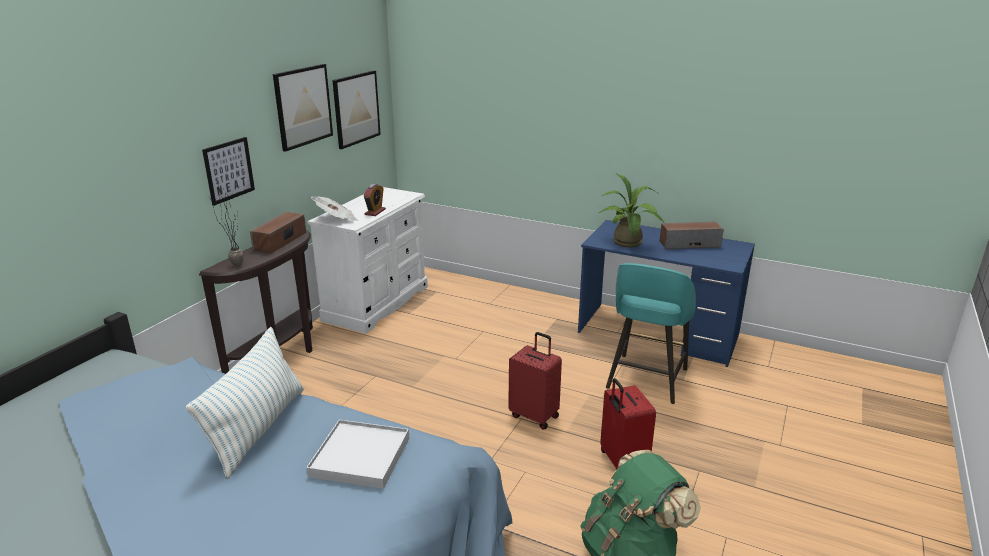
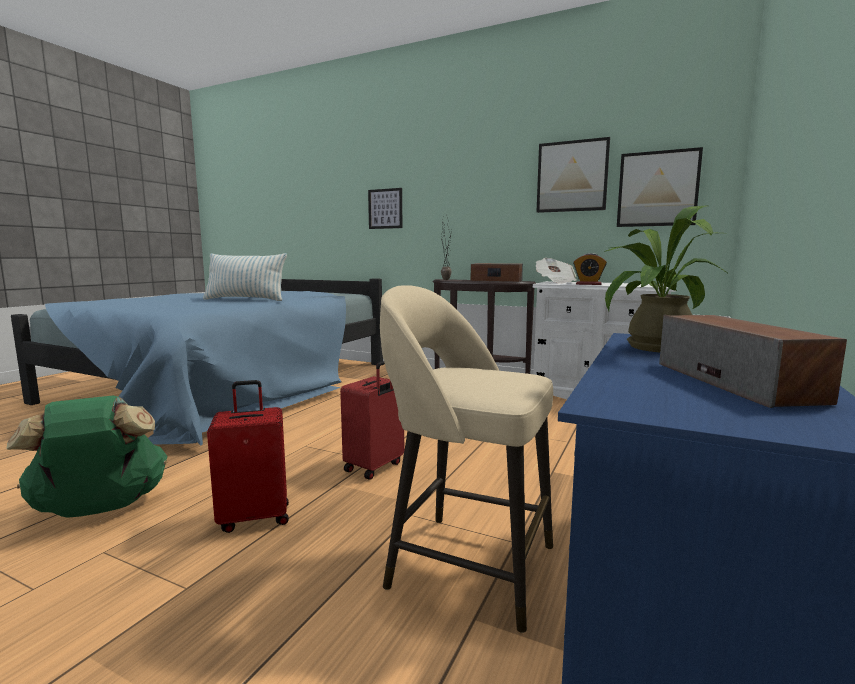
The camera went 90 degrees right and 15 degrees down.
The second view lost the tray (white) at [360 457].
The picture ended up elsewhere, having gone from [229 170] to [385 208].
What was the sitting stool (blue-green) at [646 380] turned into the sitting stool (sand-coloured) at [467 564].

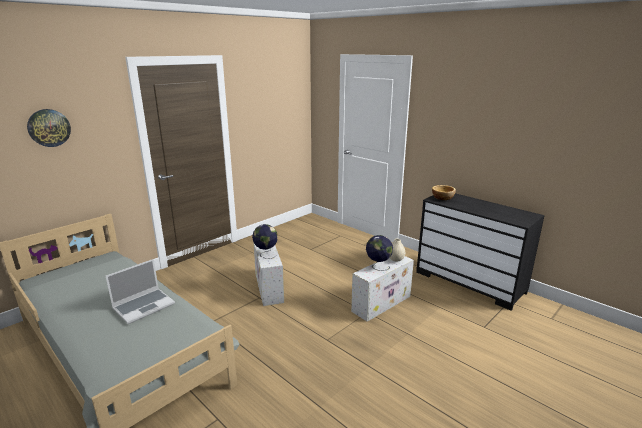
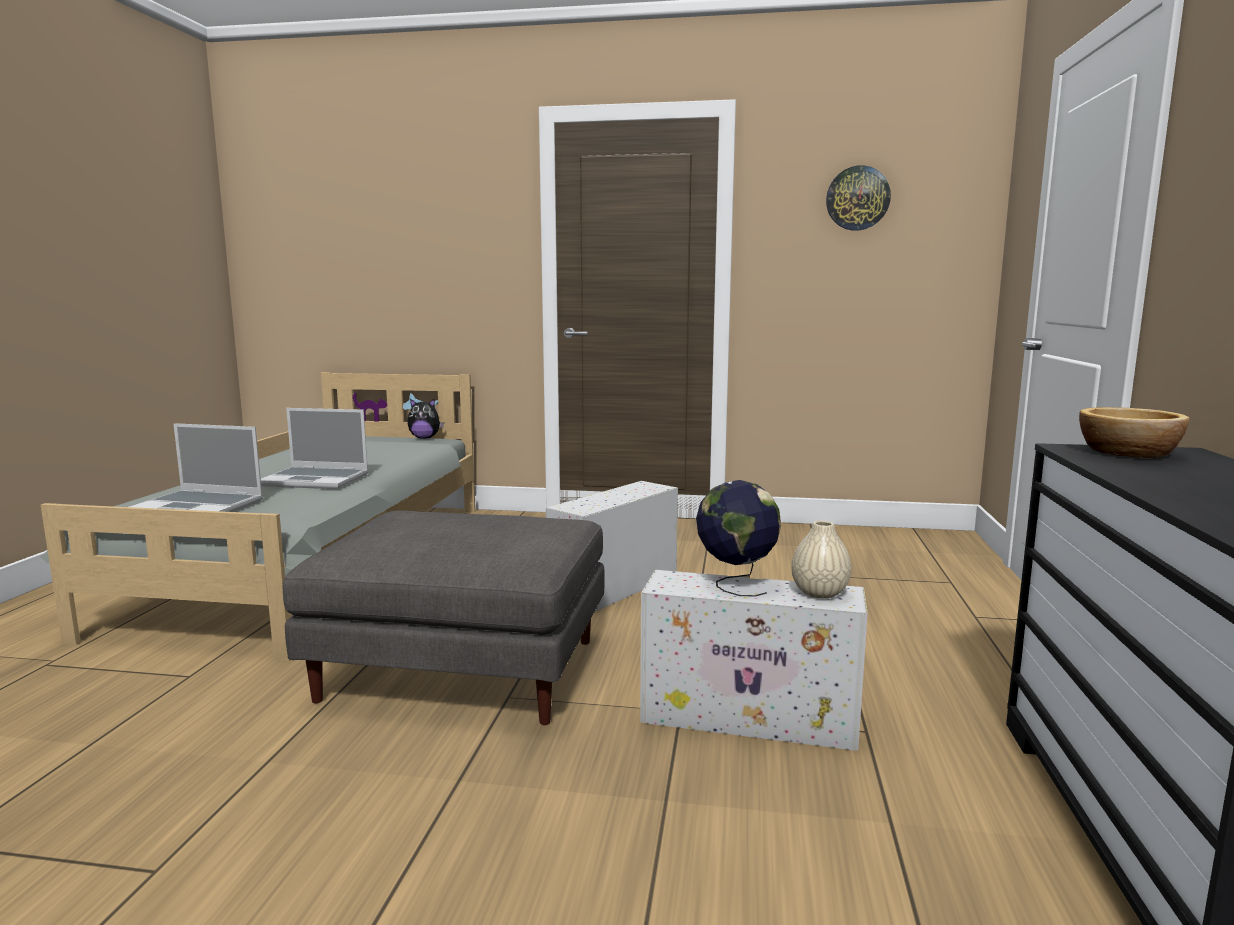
The camera went 55 degrees right and 10 degrees down.
The second view lost the world globe at [266 254].
The second view gained the portable computer at [201 507].
The second view gained the pouffe (greyish) at [466 669].
The second view gained the plush toy at [425 438].
The clock on the wall ended up elsewhere, having gone from [49 128] to [857 198].

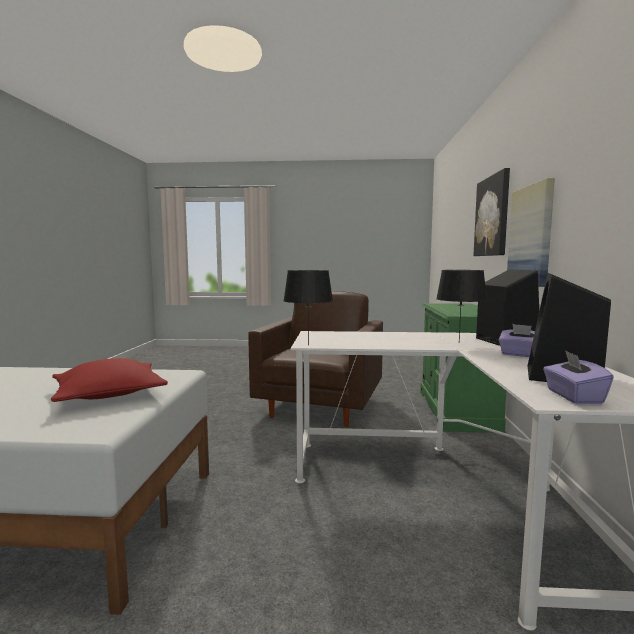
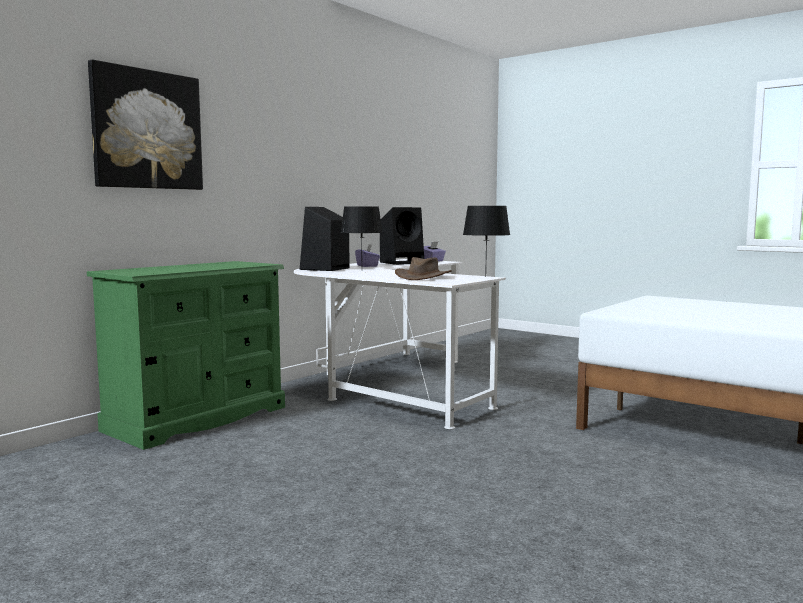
The camera went 145 degrees left and 0 degrees up.
The second view lost the throw pillow (red) at [109 394].
The second view lost the armchair (brownish) at [321 407].
The second view lost the picture at [531 235].
The second view gained the wearable hat (brownish) at [423 277].

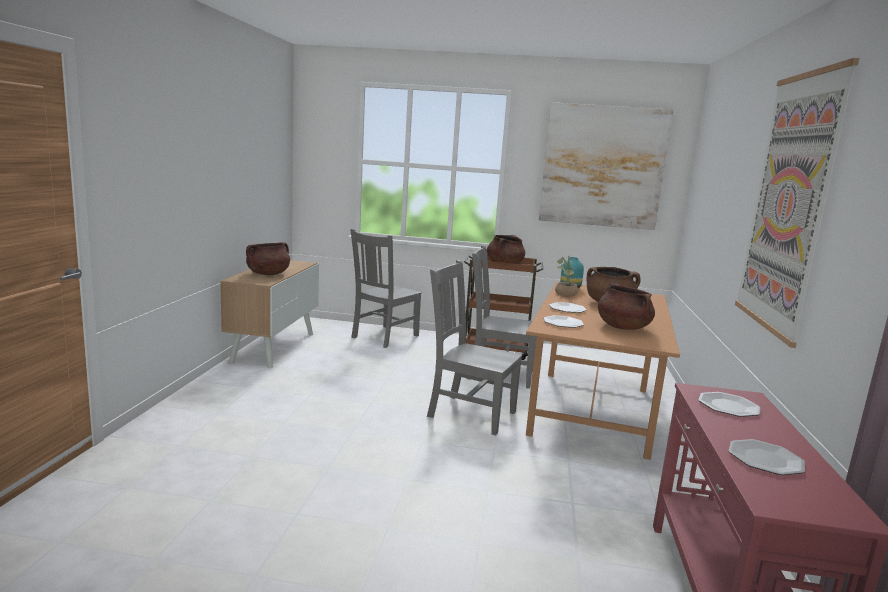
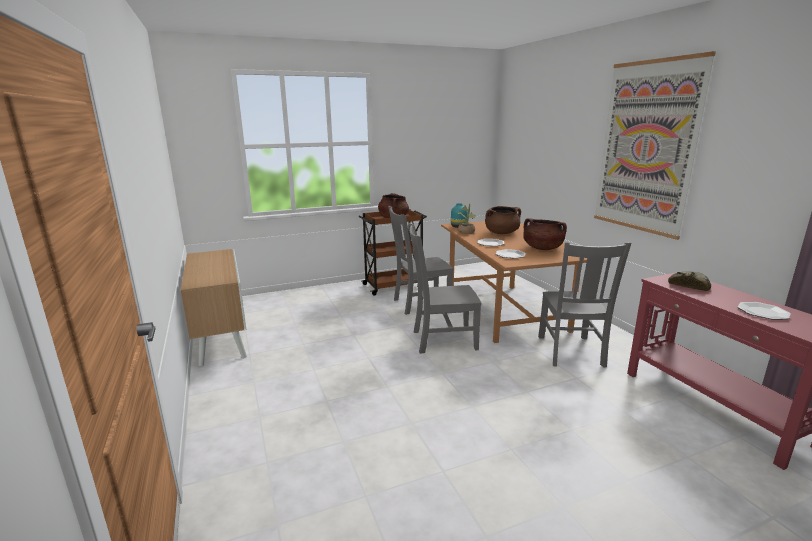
The camera went 30 degrees left and 5 degrees up.
The second view lost the saucepot (brownish) at [268 274].
The second view lost the picture at [603 166].
The upright chair (greyish) ended up elsewhere, having gone from [383 337] to [570 352].
Where the flat dish stood at [728 406], the baked bread came to stand at [688 285].

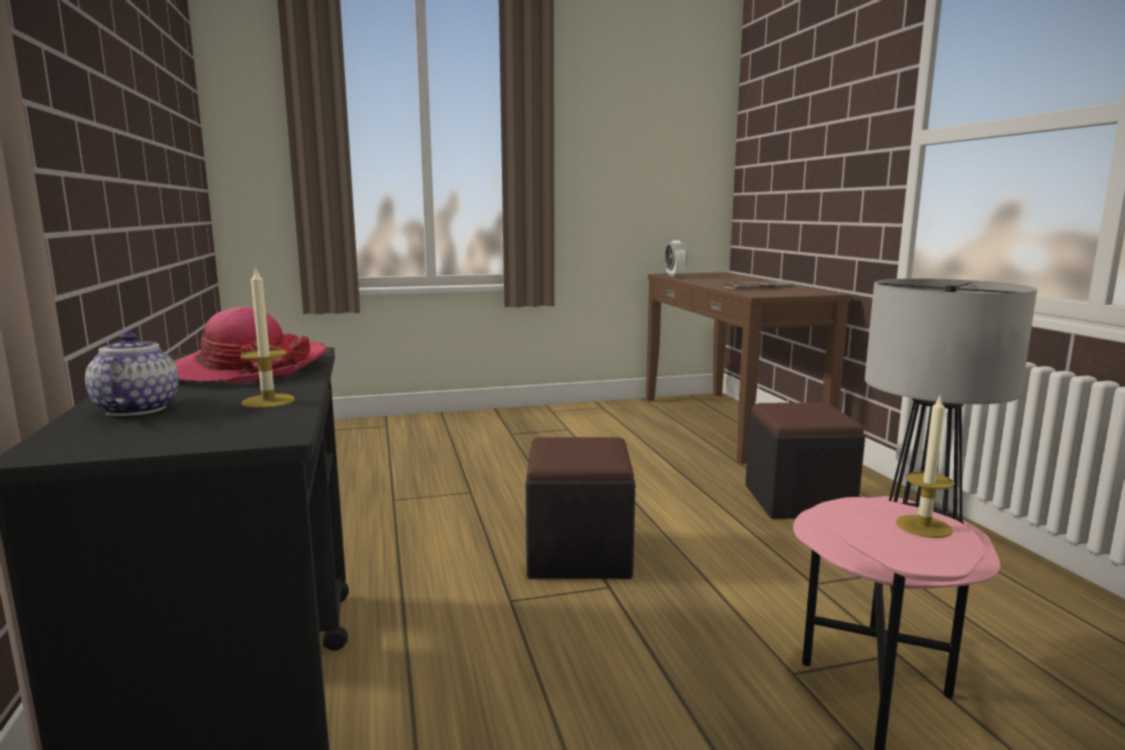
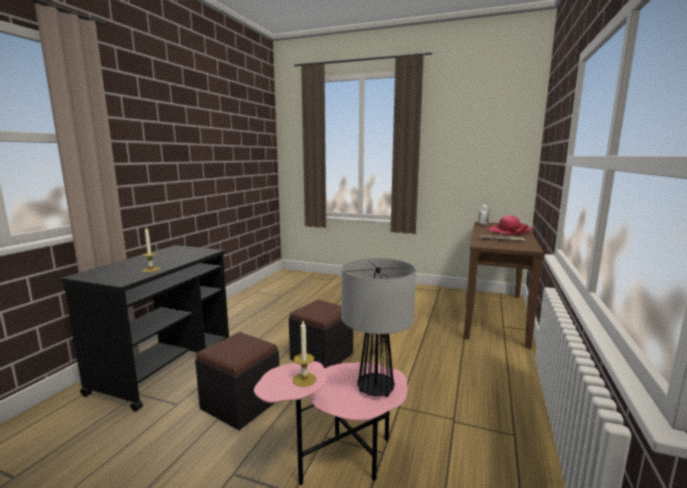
The camera went 35 degrees right and 0 degrees up.
The second view lost the teapot at [136 409].
The wearable hat ended up elsewhere, having gone from [247 368] to [508 231].
The pouffe (black-coloured) ended up elsewhere, having gone from [798 501] to [241 404].

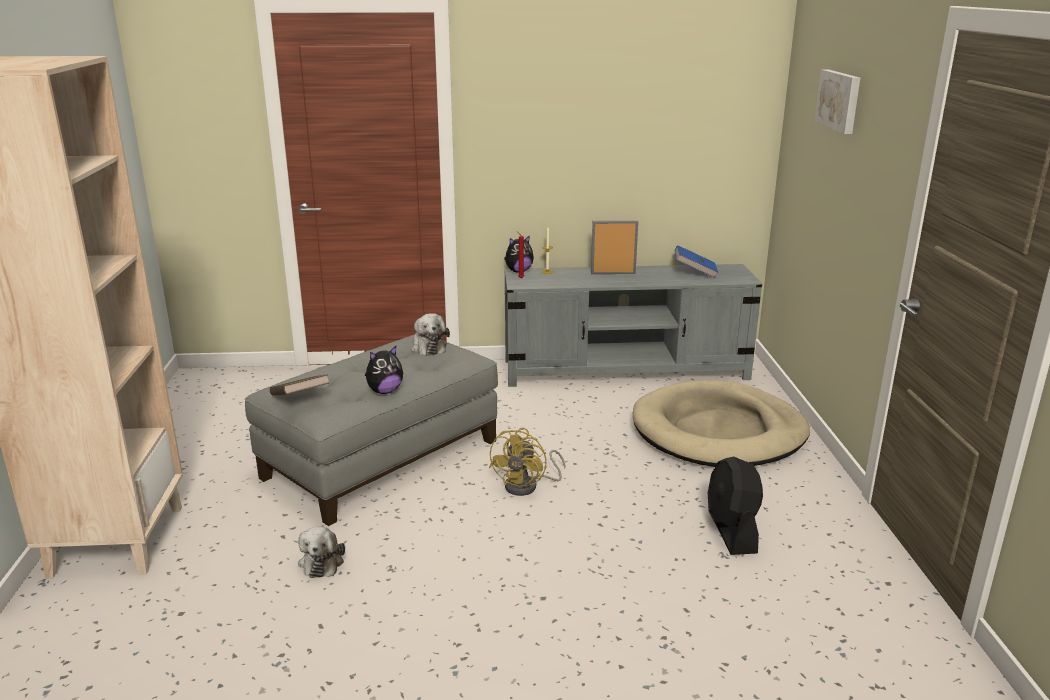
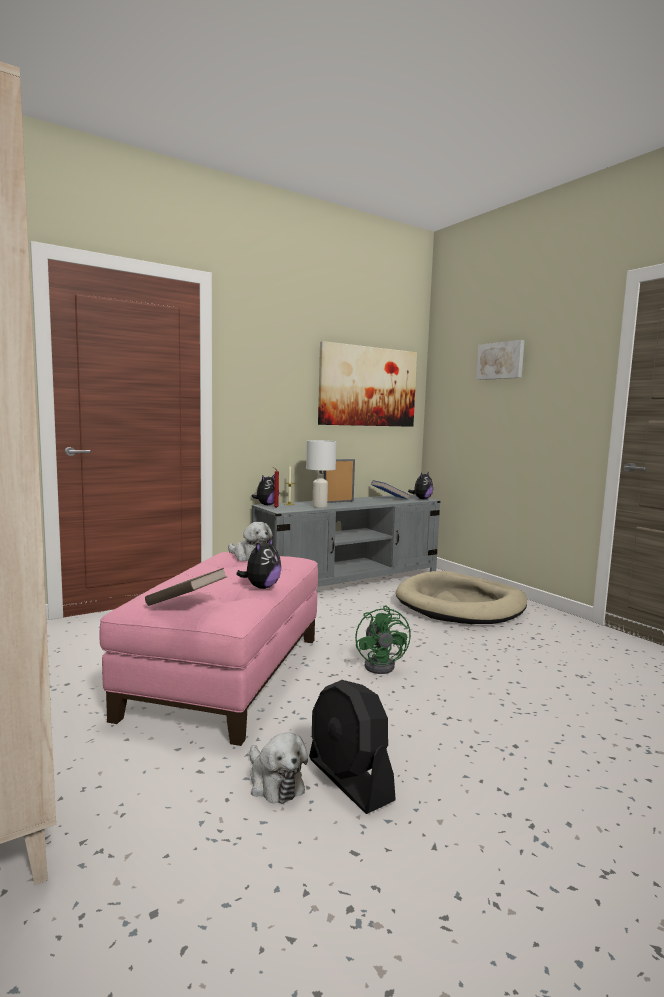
The camera went 30 degrees left and 15 degrees down.
The second view gained the lamp for a table (white) at [320 506].
The second view gained the picture at [368 386].
The second view gained the plush toy at [421 499].
The electric fan (black-coloured) ended up elsewhere, having gone from [731 531] to [349 780].
What was the pouffe (greyish) at [381 458] turned into the pouffe (pink) at [226 674].
What was the electric fan (yellowish) at [528 486] turned into the electric fan (green) at [383 665].

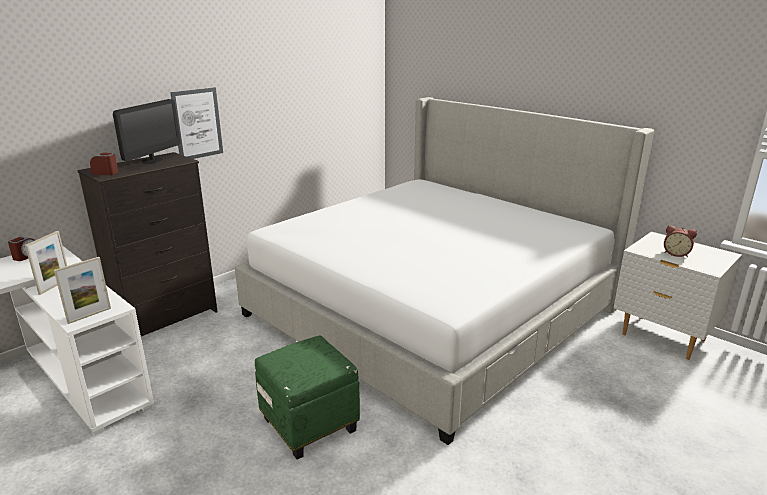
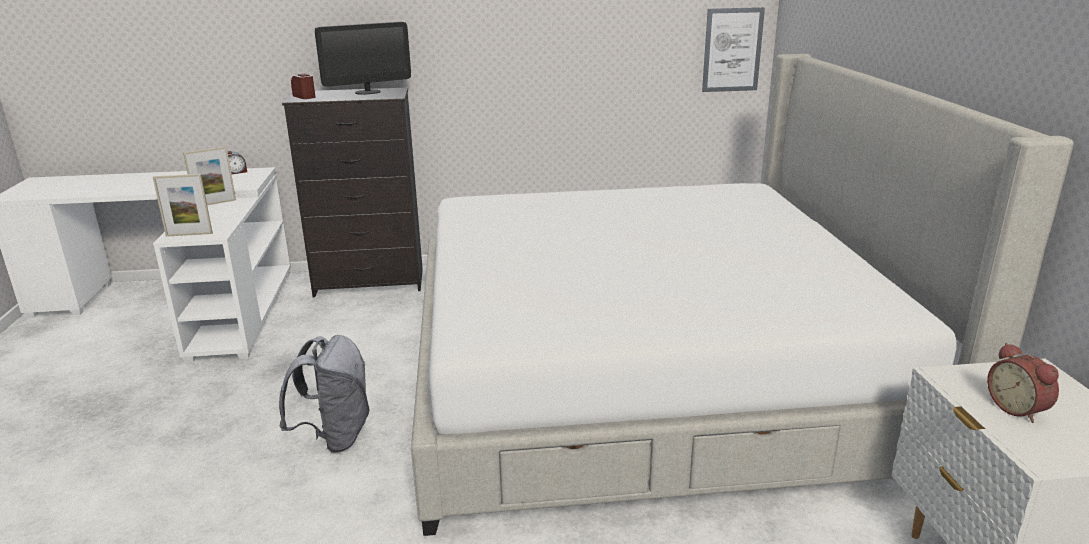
The camera went 40 degrees right and 0 degrees up.
The picture ended up elsewhere, having gone from [197 124] to [732 50].
Where the pouffe (green) stood at [308 424], the backpack (greyish) came to stand at [335 436].

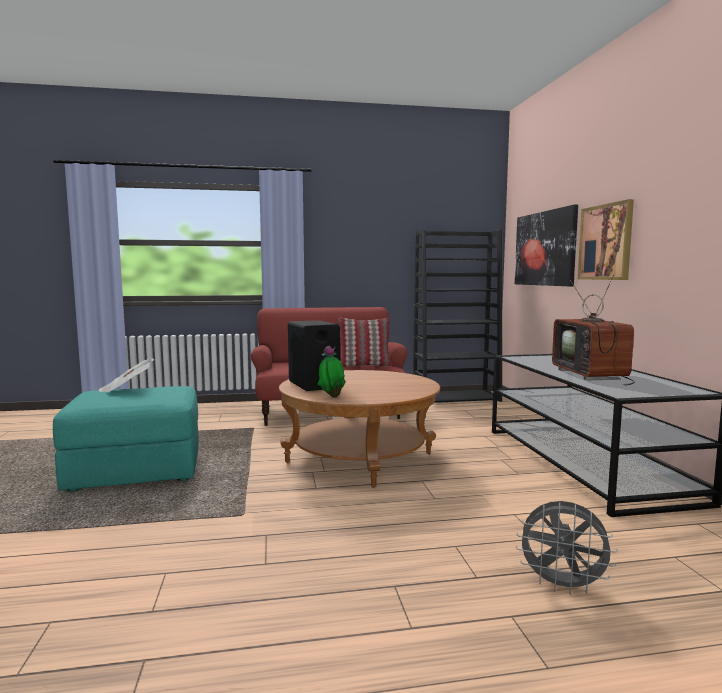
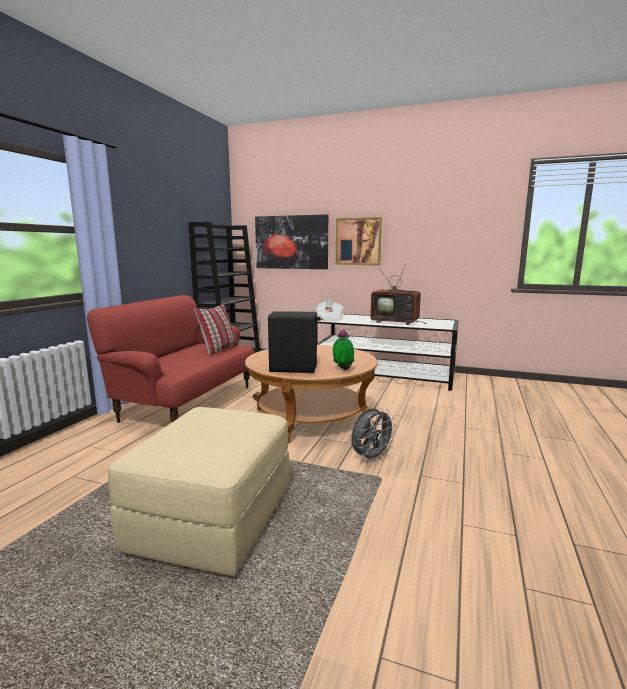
The camera went 60 degrees left and 5 degrees up.
The printed paper ended up elsewhere, having gone from [126 389] to [329 318].
The electric fan (greyish) ended up elsewhere, having gone from [562 586] to [371 458].
What was the pouffe (blue-green) at [135 470] turned into the pouffe (sand-coloured) at [212 519].

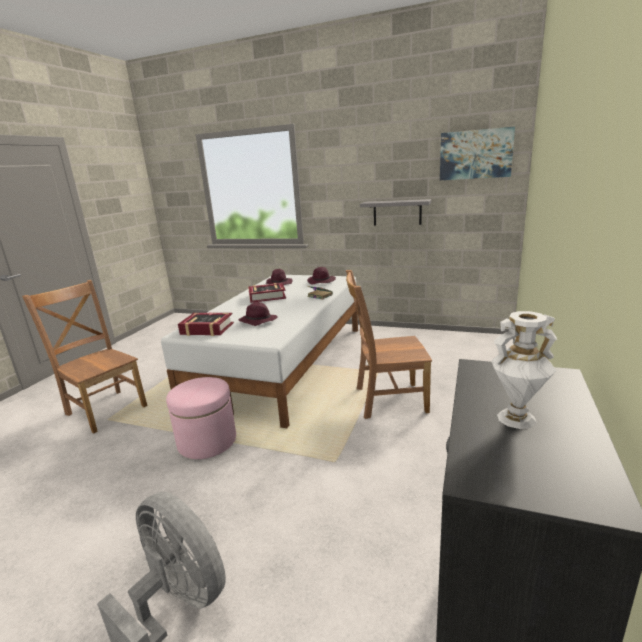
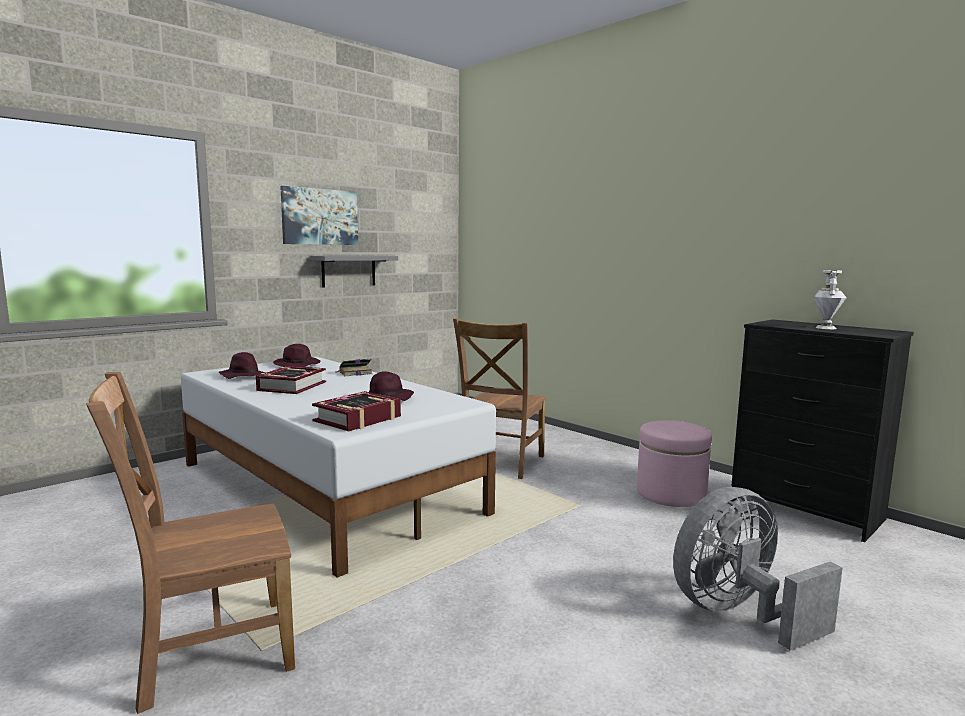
The camera went 65 degrees left and 10 degrees down.
The pouffe (pink) ended up elsewhere, having gone from [207 441] to [671 494].
The picture ended up elsewhere, having gone from [475 154] to [320 217].

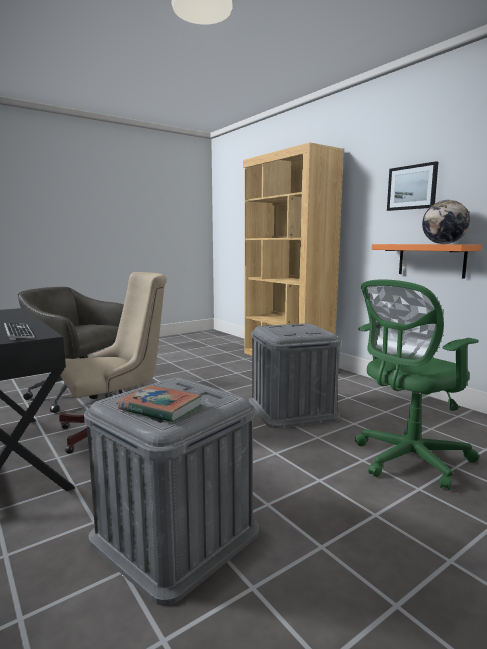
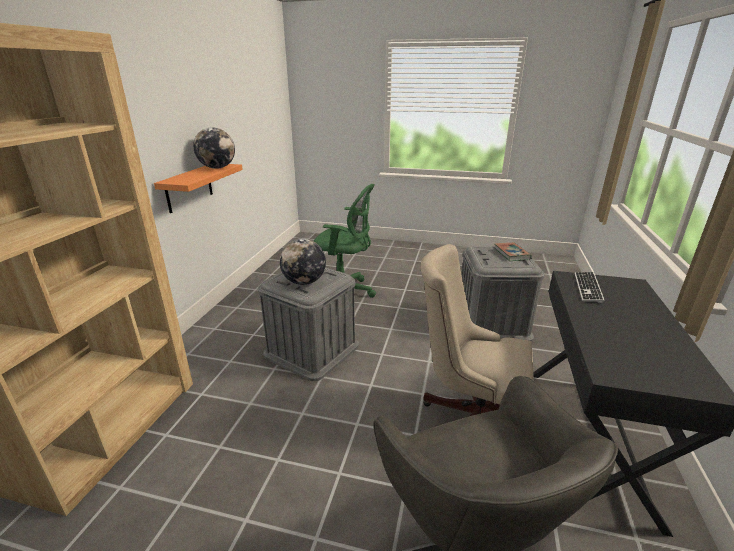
The camera went 130 degrees left and 15 degrees up.
The second view lost the picture at [412 187].
The second view gained the world globe at [304 282].

